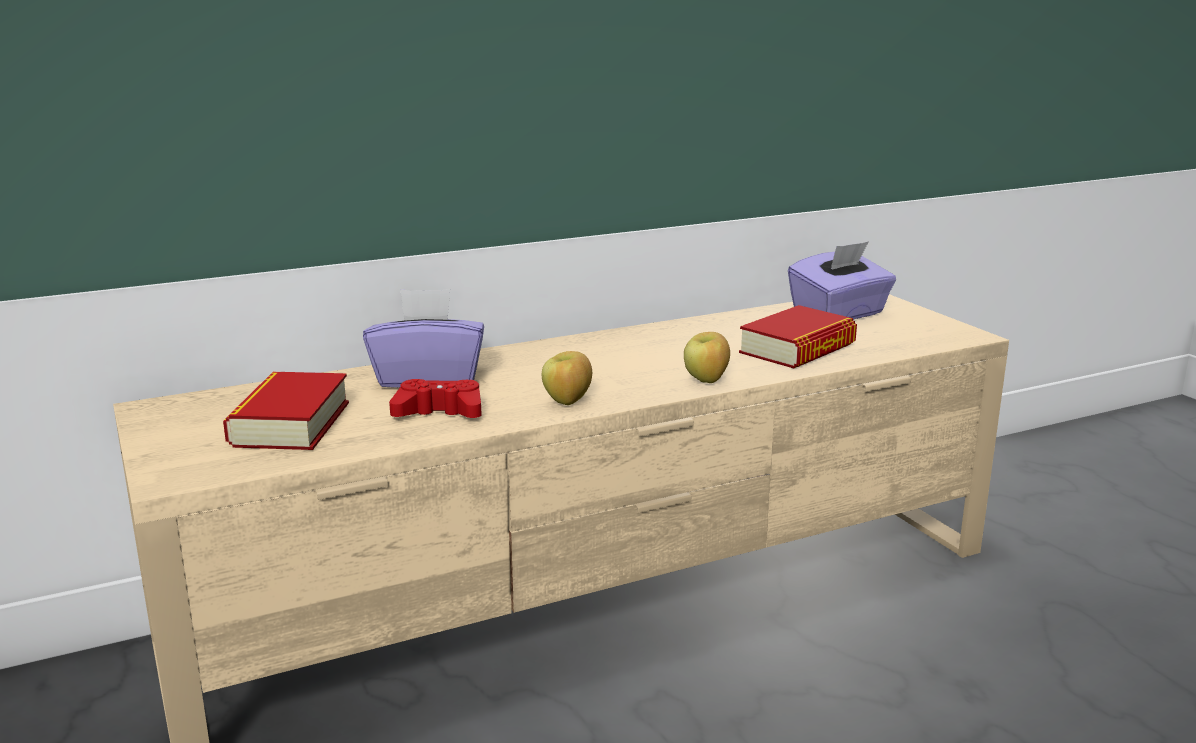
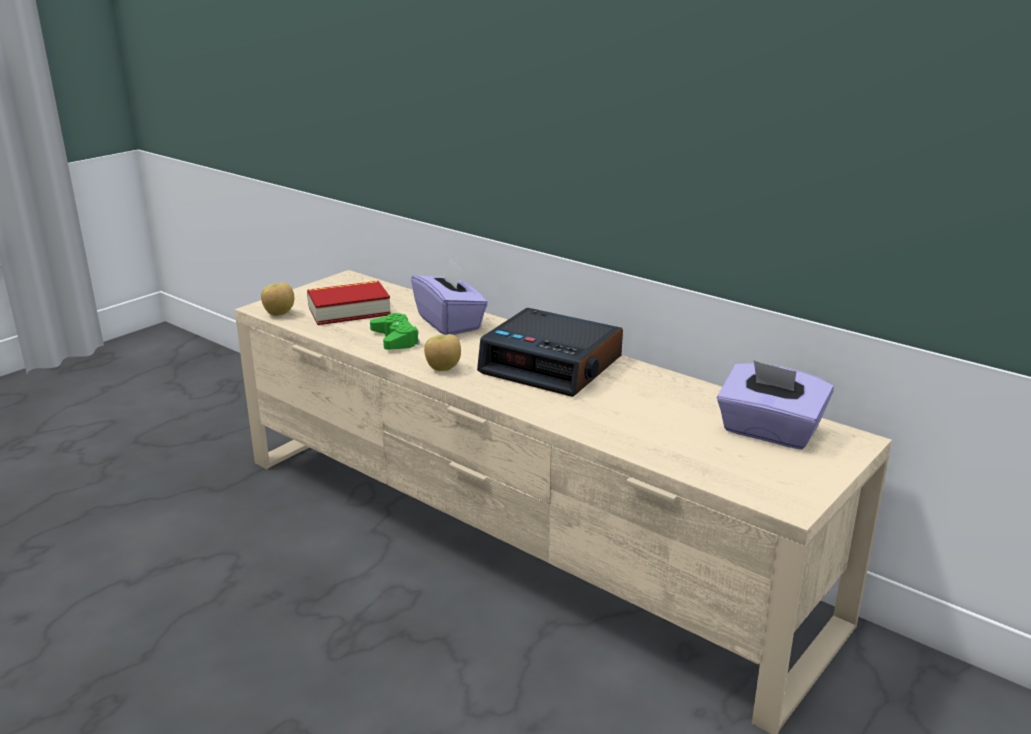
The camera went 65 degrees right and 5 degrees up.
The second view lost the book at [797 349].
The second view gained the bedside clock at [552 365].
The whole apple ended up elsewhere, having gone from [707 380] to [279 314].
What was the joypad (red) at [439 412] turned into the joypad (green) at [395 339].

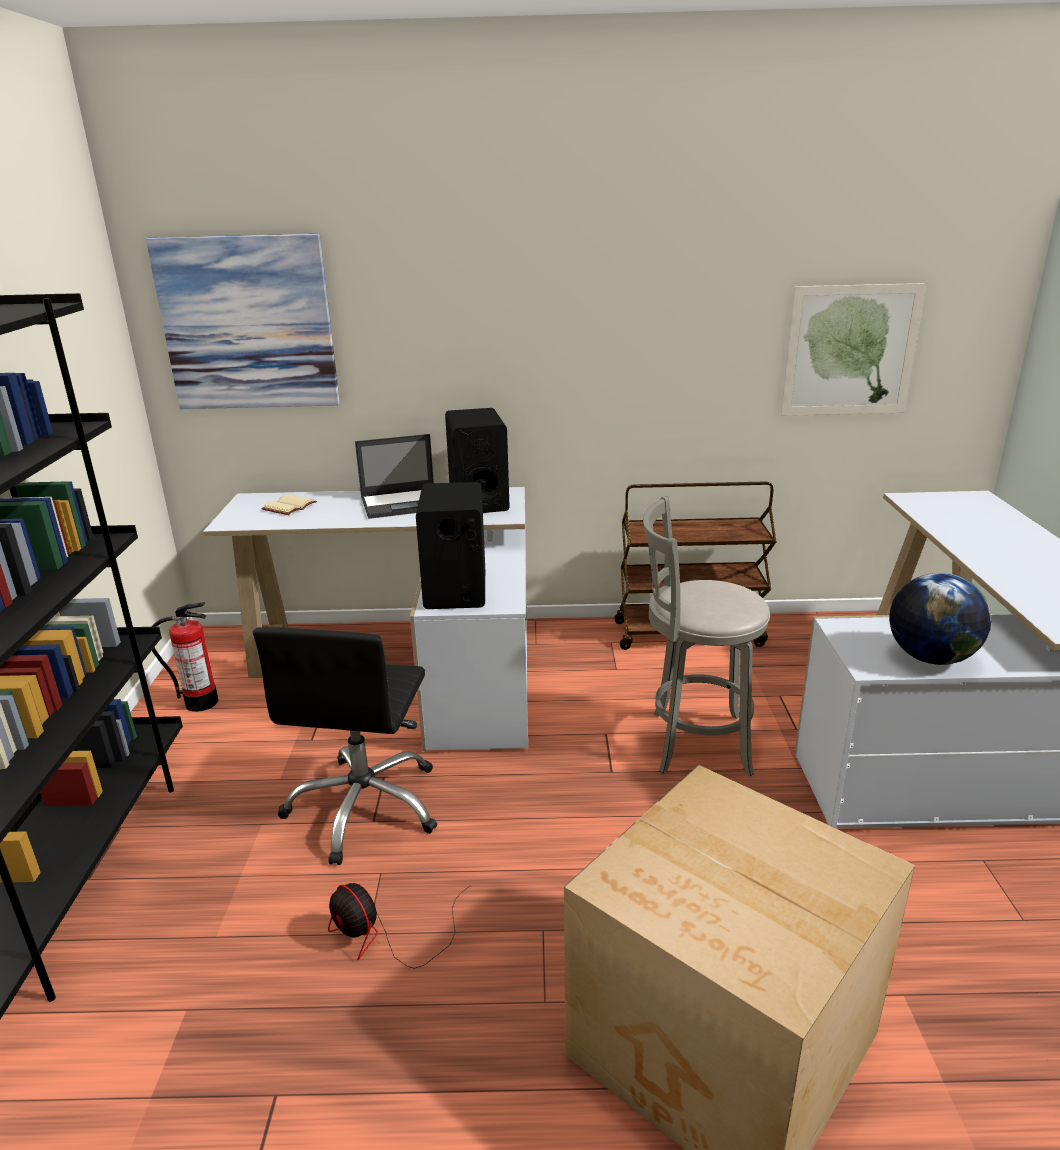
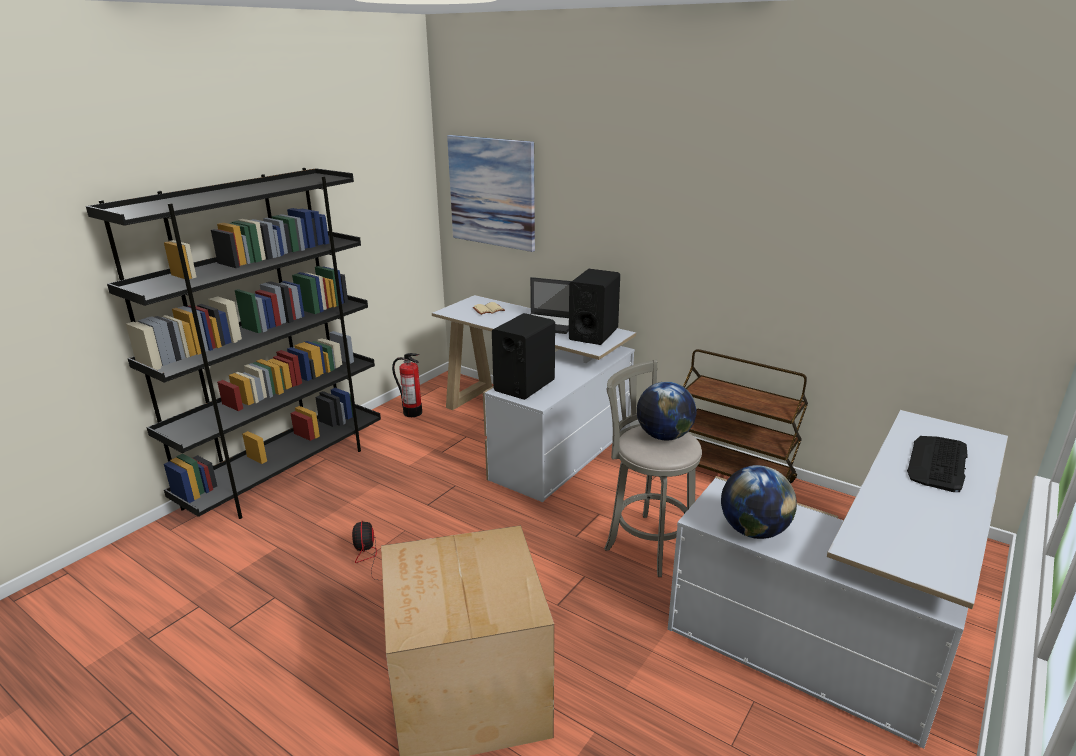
The camera went 35 degrees right and 0 degrees up.
The second view lost the desk chair (black-coloured) at [365 806].
The second view lost the picture at [850 351].
The second view gained the world globe at [663 436].
The second view gained the computer keyboard at [938 463].

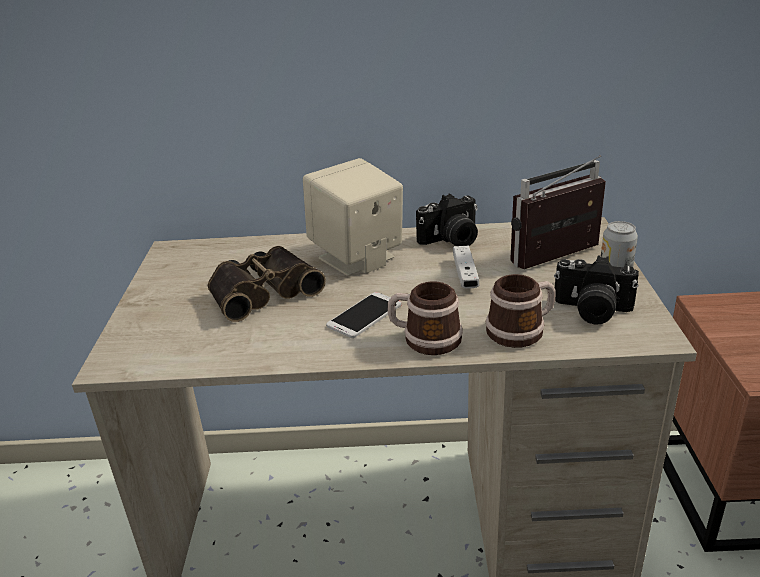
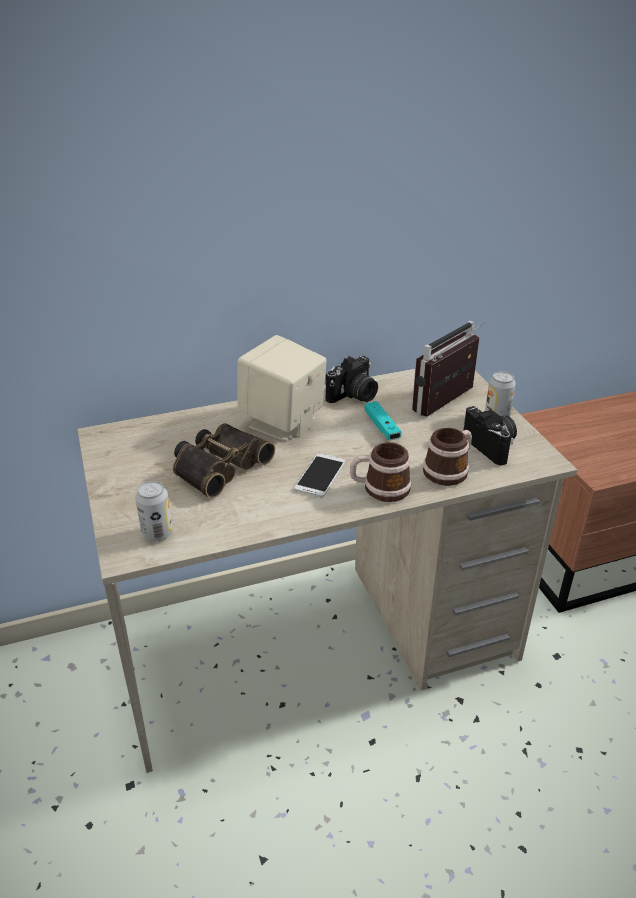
The camera went 20 degrees left and 5 degrees up.
The second view gained the metal can at [157 533].
What was the joypad (white) at [465 275] turned into the joypad (blue-green) at [382 427].
The photo camera at [591 311] ended up facing another way, 120 degrees counterclockwise from before.

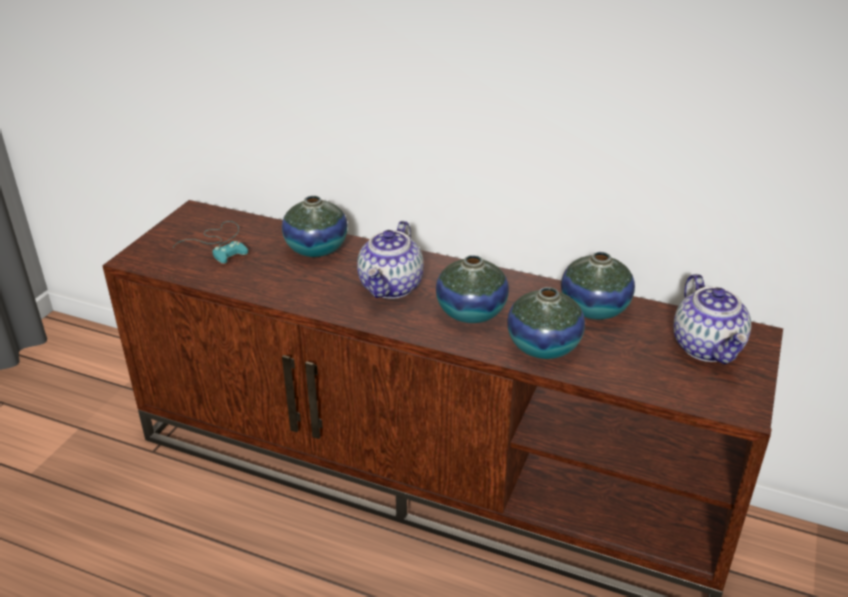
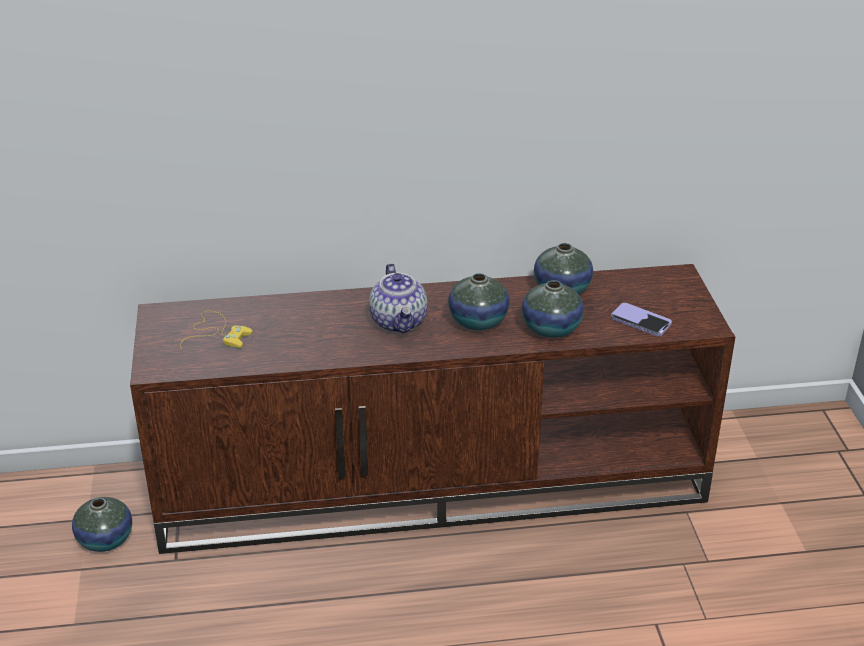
The camera went 30 degrees left and 0 degrees up.
The second view lost the teapot at [708 348].
The second view gained the telephone at [640 321].
The decorative vase ended up elsewhere, having gone from [316 248] to [105 540].
What was the joypad (blue-green) at [220 243] turned into the joypad (yellowish) at [216 333].

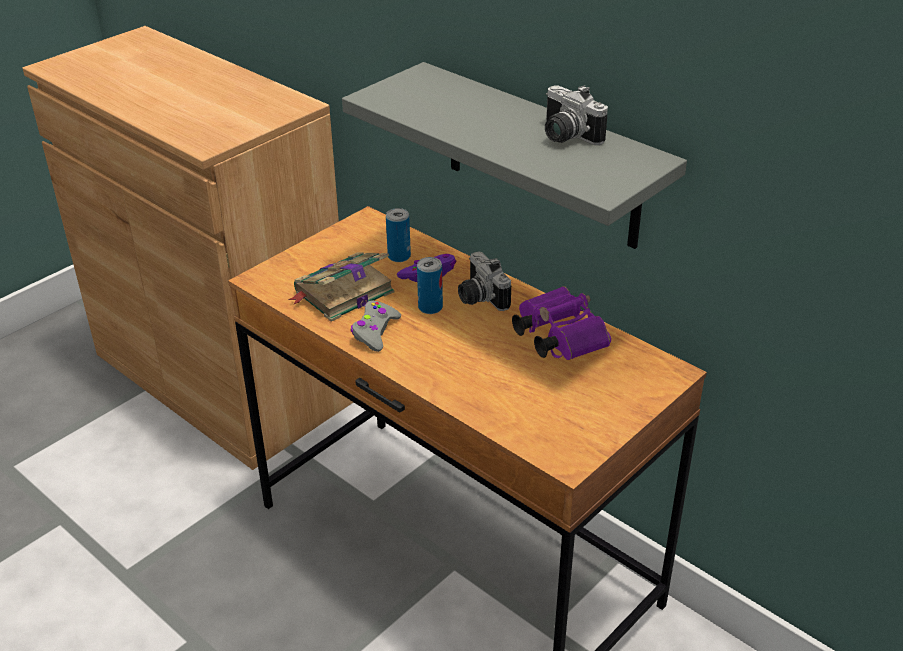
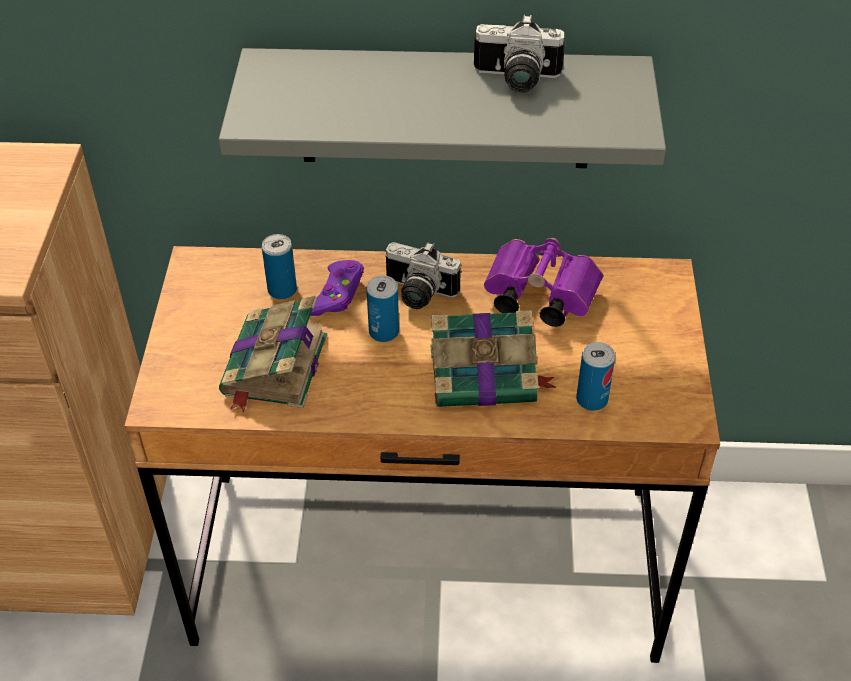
The camera went 40 degrees left and 10 degrees up.
The second view lost the joypad (greyish) at [375 332].
The second view gained the book at [486 375].
The second view gained the metal can at [592 399].

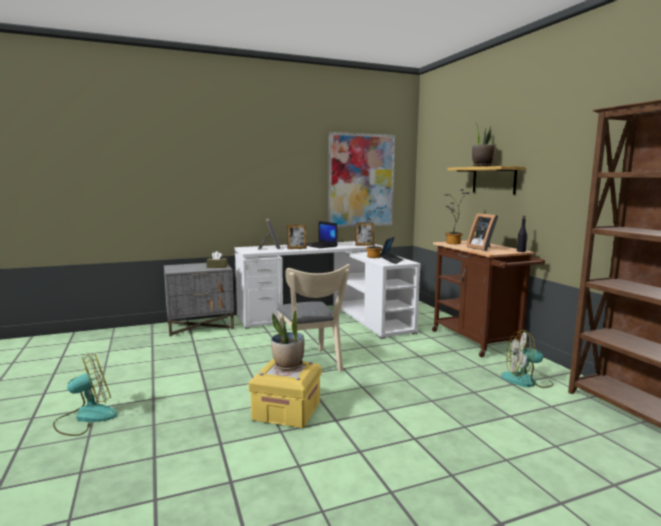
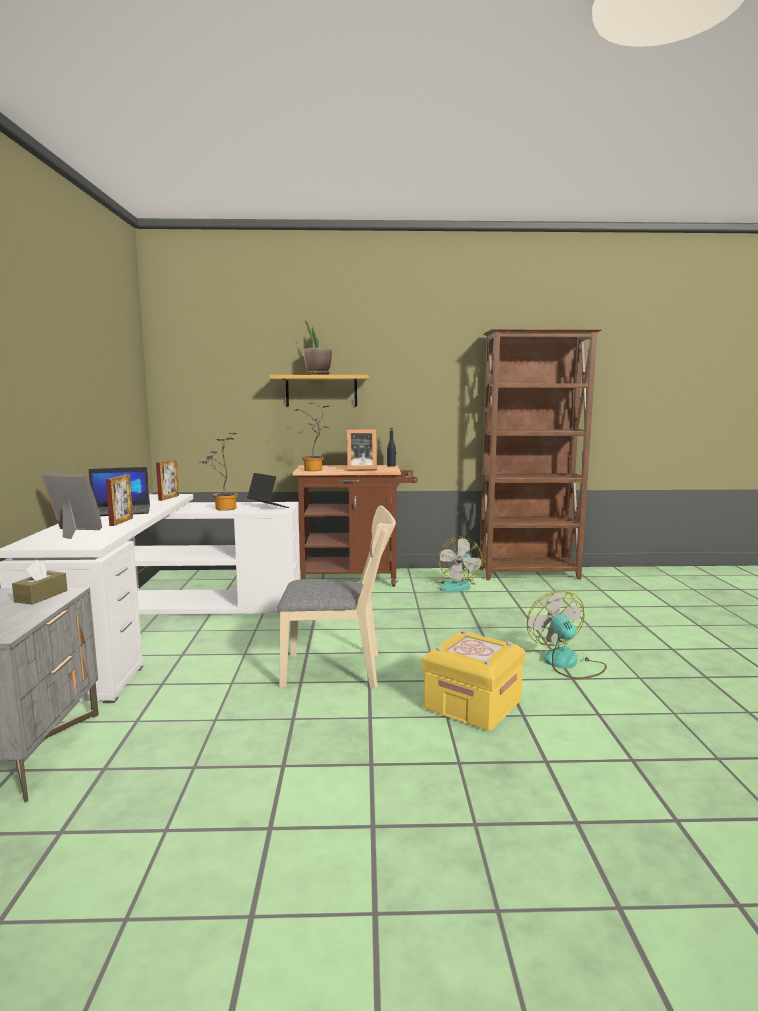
The camera went 70 degrees left and 0 degrees up.
The second view lost the houseplant at [288 366].
The second view lost the picture at [361 180].
The electric fan ended up elsewhere, having gone from [86 418] to [567 664].

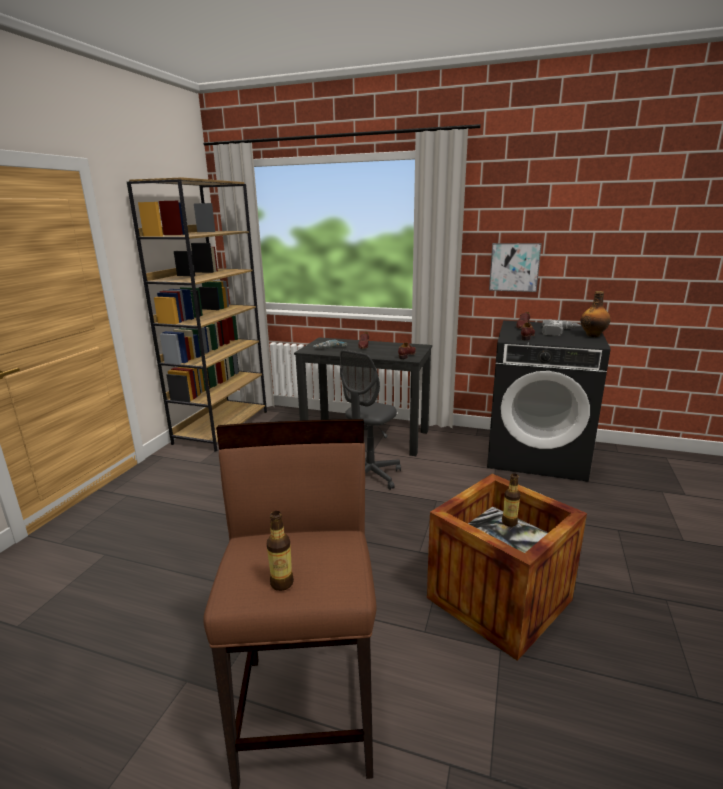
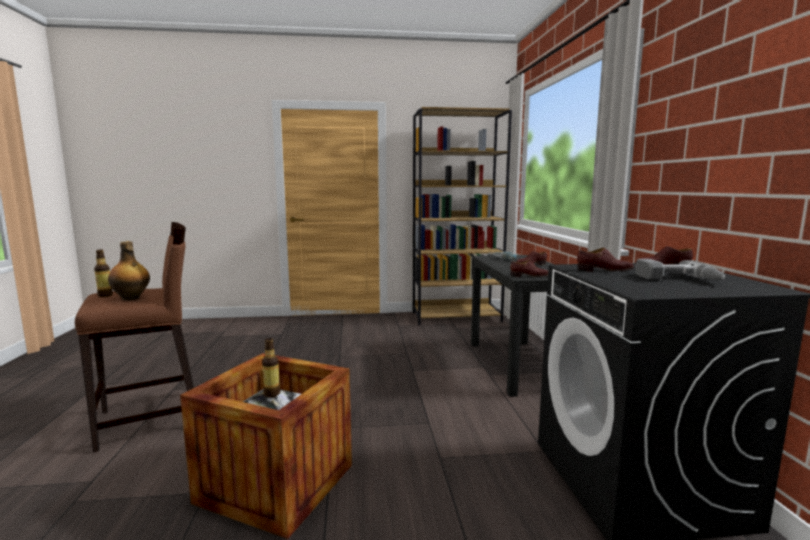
The camera went 65 degrees right and 10 degrees down.
The second view lost the desk chair (greyish) at [369 476].
The second view lost the picture at [514 267].
The beverage bottle ended up elsewhere, having gone from [593 335] to [131 298].

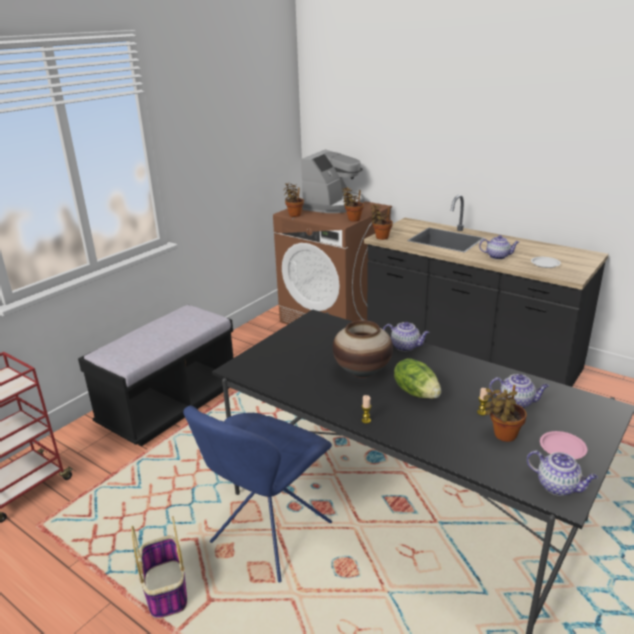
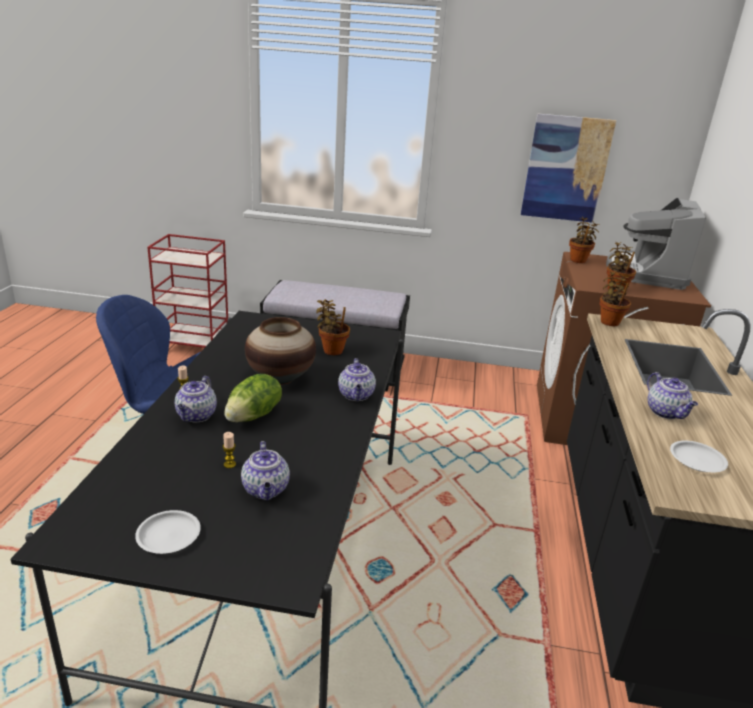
The camera went 60 degrees right and 0 degrees up.
The second view lost the storage basket at [165 589].
The second view gained the picture at [566 169].
The houseplant ended up elsewhere, having gone from [502 435] to [331 350].
The teapot ended up elsewhere, having gone from [558 486] to [196 416].
What was the flat dish (pink) at [562 448] turned into the flat dish (white) at [168 535].
The coffee machine at [333 205] ended up facing another way, 105 degrees clockwise from before.

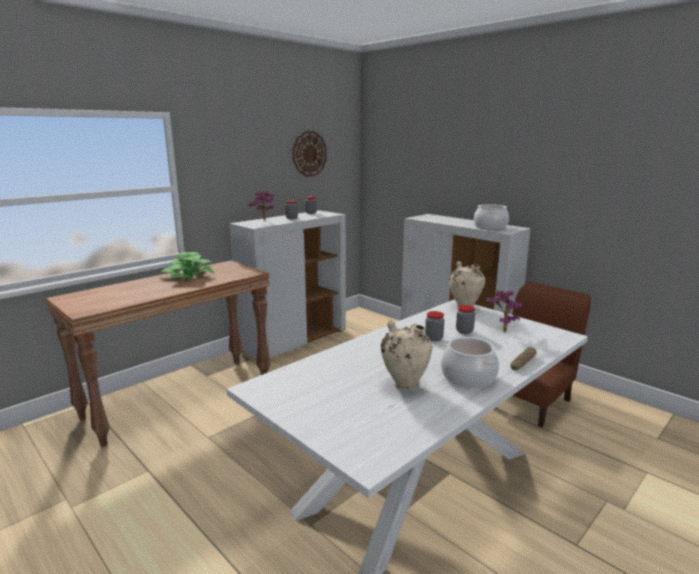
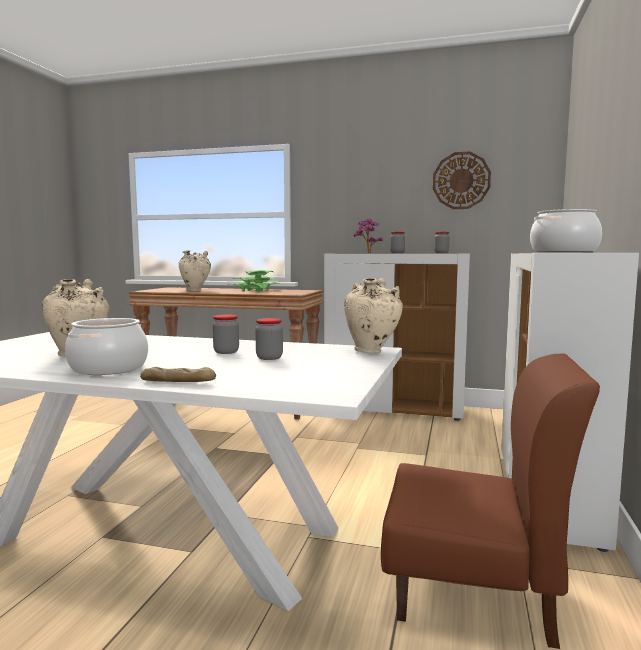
The camera went 60 degrees right and 10 degrees down.
The second view lost the houseplant at [502 330].
The second view gained the decorative vase (sand-coloured) at [195 290].

